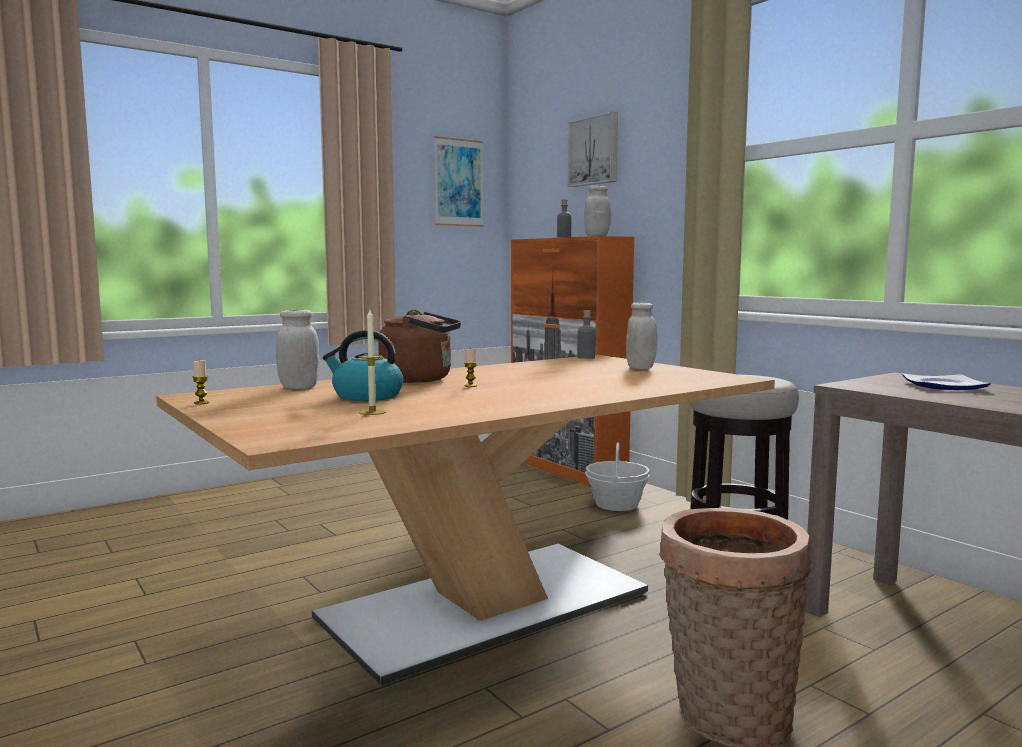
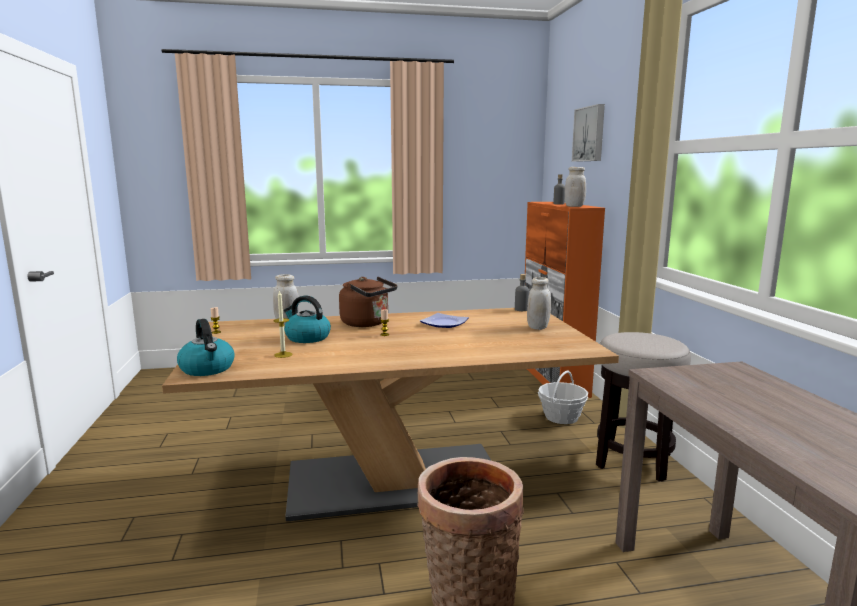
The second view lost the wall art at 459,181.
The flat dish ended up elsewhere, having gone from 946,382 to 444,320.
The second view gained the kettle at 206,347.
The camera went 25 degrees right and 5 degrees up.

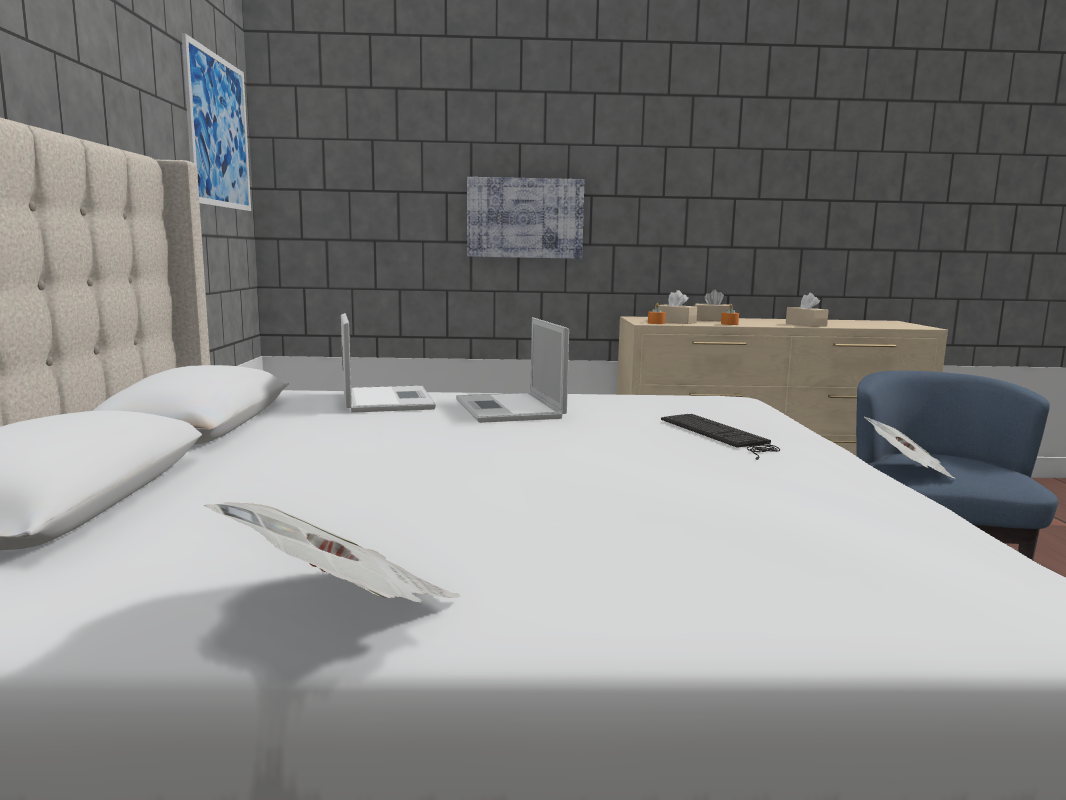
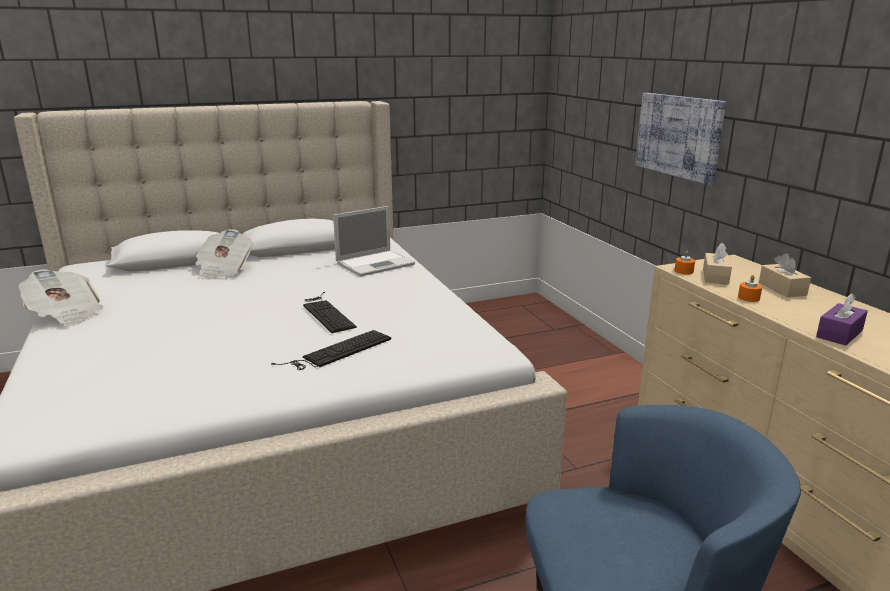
The second view lost the wall art at 216,122.
What was the beige-coloured tissue holder at 807,310 turned into the purple tissue holder at 842,319.
The second view lost the notebook computer at 512,370.
The printed paper ended up elsewhere, having gone from 909,447 to 224,254.
The second view gained the keyboard at 330,312.
The camera went 70 degrees right and 10 degrees up.

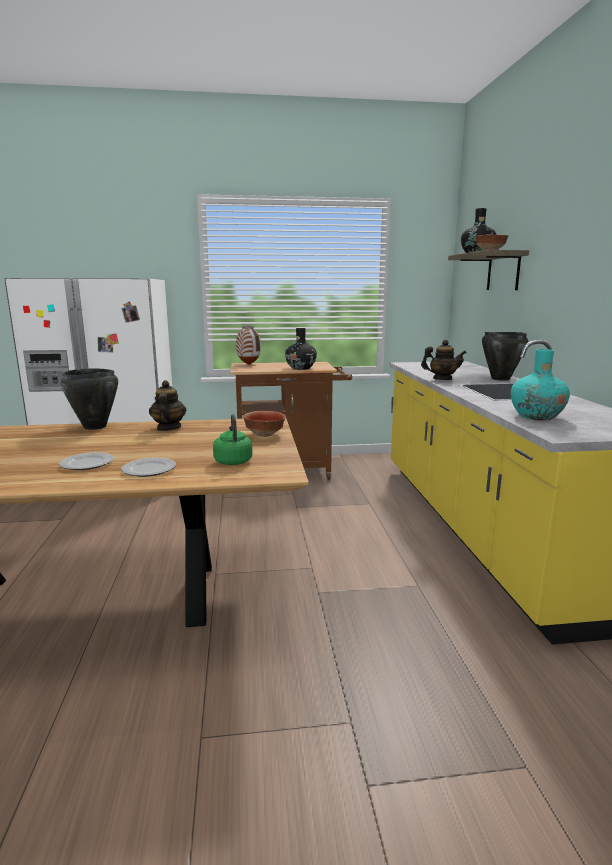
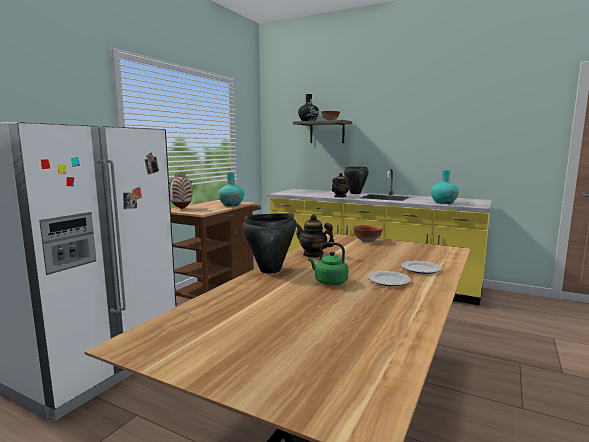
What was the black-coloured vase at 301,349 turned into the turquoise vase at 231,189.
The green-coloured kettle ended up elsewhere, having gone from 233,439 to 328,263.
The camera went 55 degrees left and 5 degrees down.

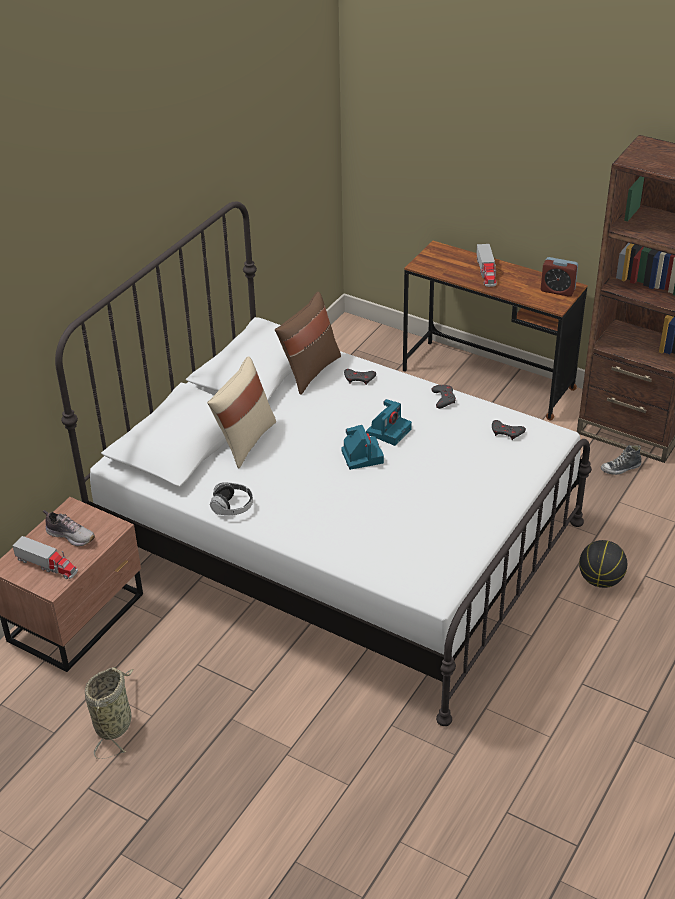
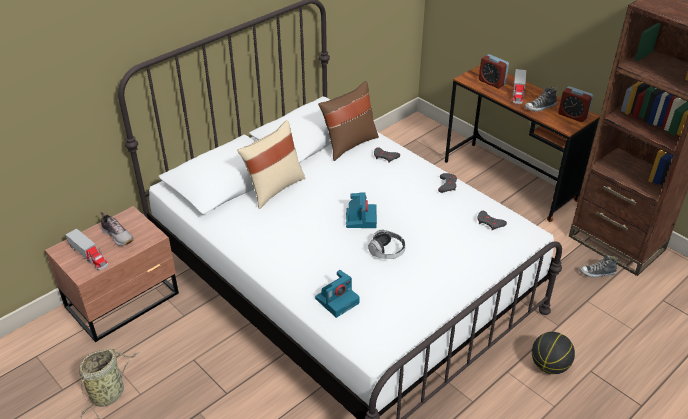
The still camera ended up elsewhere, having gone from 389,422 to 337,294.
The headphones ended up elsewhere, having gone from 231,498 to 386,244.
The second view gained the table clock at 494,71.
The second view gained the item of footwear at 541,99.
The camera went 15 degrees right and 0 degrees up.

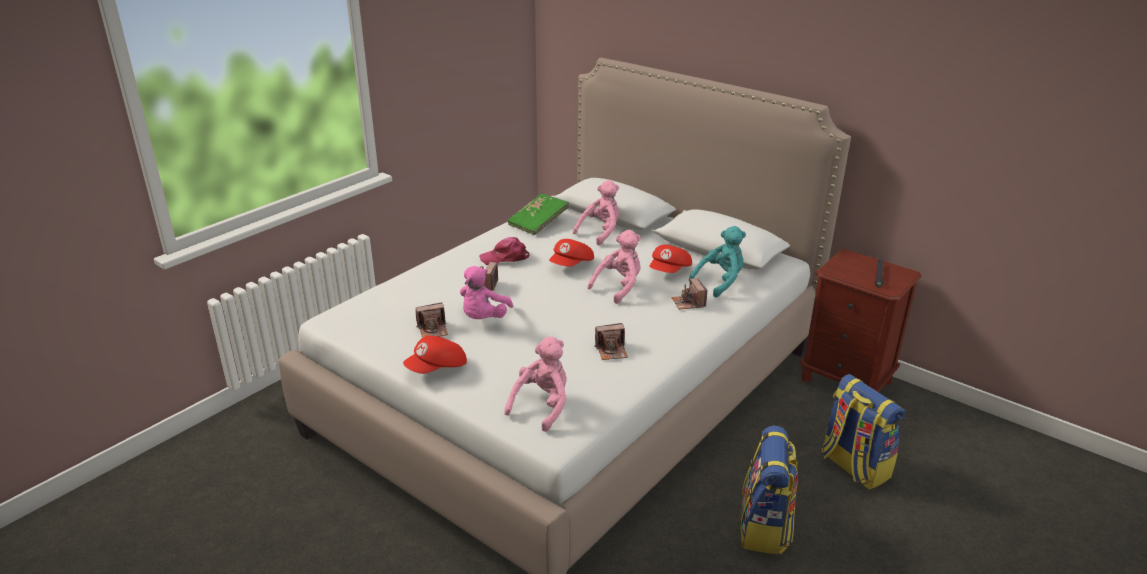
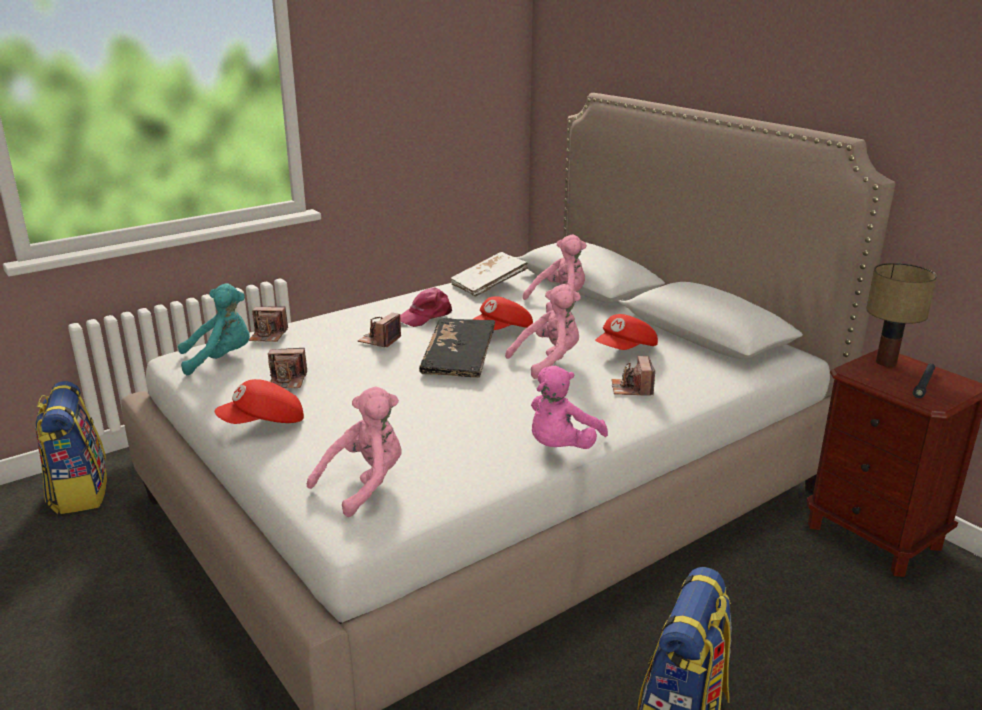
What was the green-coloured bound book at 538,214 turned into the white-coloured bound book at 489,274.
The turquoise plush toy ended up elsewhere, having gone from 717,262 to 214,329.
The pink peaked cap at 504,251 ended up facing another way, 45 degrees counterclockwise from before.
The pink plush toy ended up elsewhere, having gone from 486,292 to 569,407.
The still camera ended up elsewhere, having gone from 611,341 to 268,324.
The backpack ended up elsewhere, having gone from 863,432 to 71,447.
The second view gained the lamp for a table at 901,315.
The second view gained the black-coloured bound book at 457,348.
The camera went 15 degrees right and 5 degrees down.

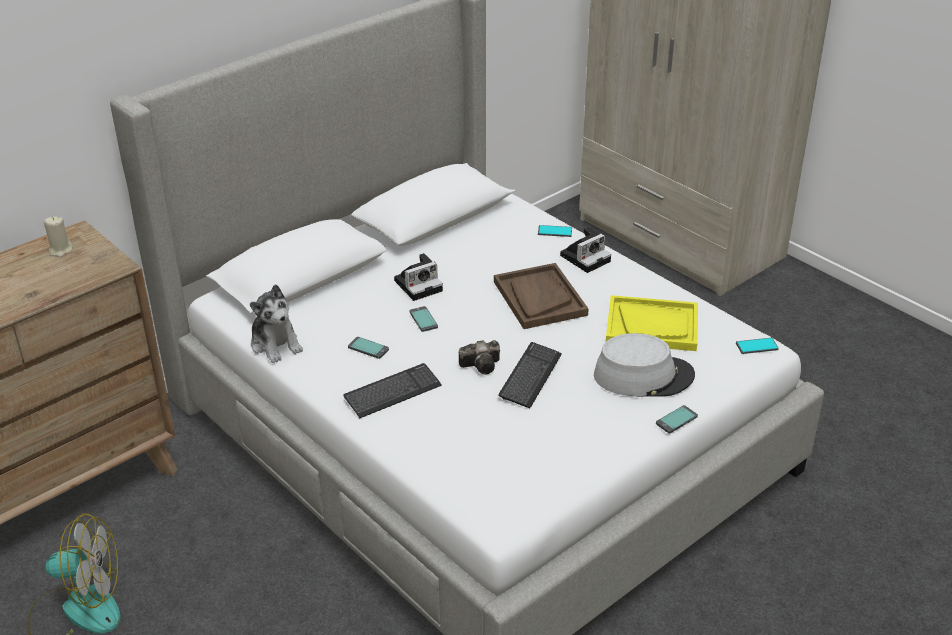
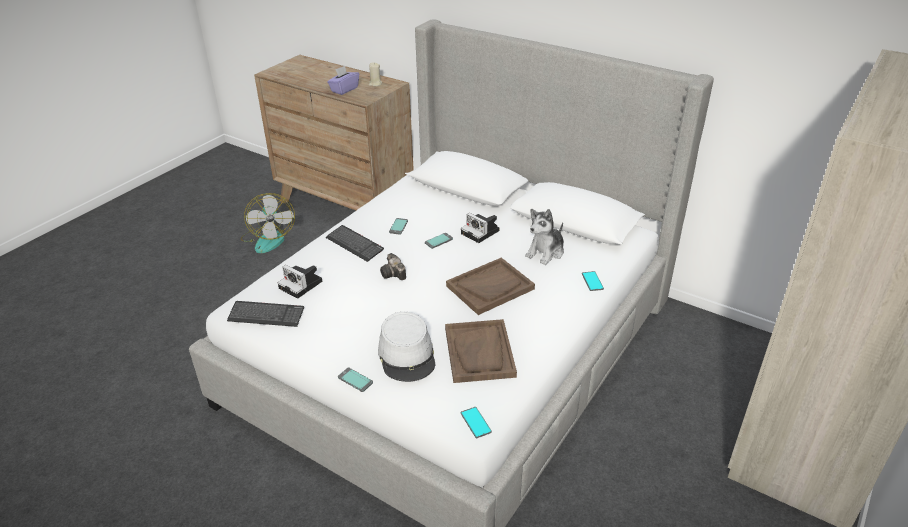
The still camera ended up elsewhere, having gone from 585,250 to 300,282.
The plush toy ended up elsewhere, having gone from 276,323 to 544,237.
What was the yellow-coloured carrying tray at 652,323 turned into the brown-coloured carrying tray at 481,351.
The keyboard ended up elsewhere, having gone from 530,375 to 265,314.
The second view gained the purple tissue holder at 343,80.
The camera went 75 degrees right and 0 degrees up.

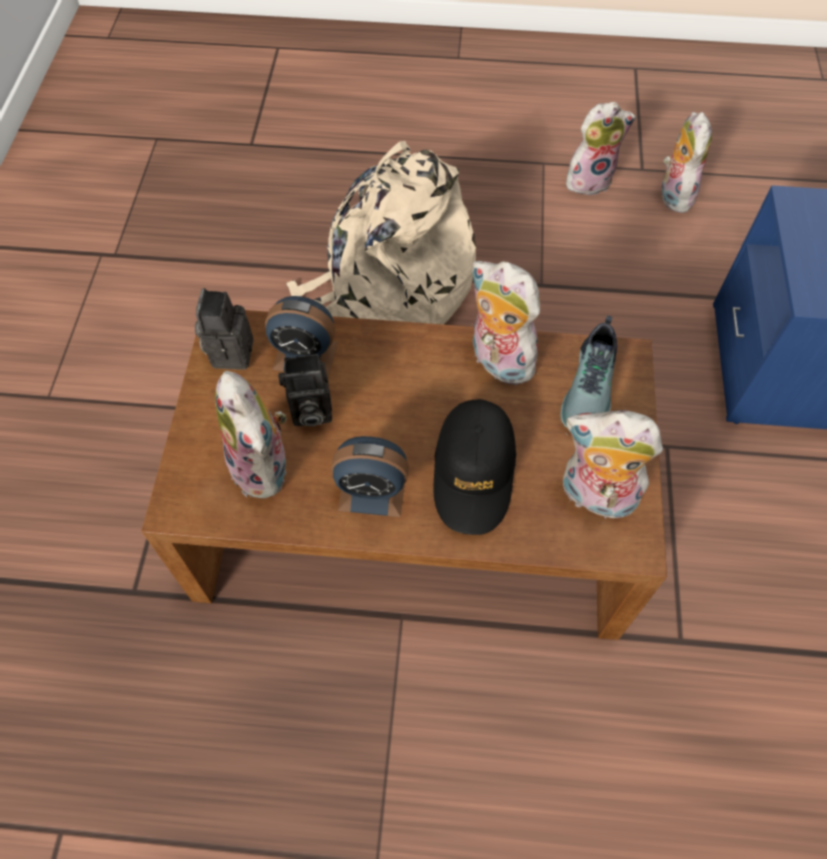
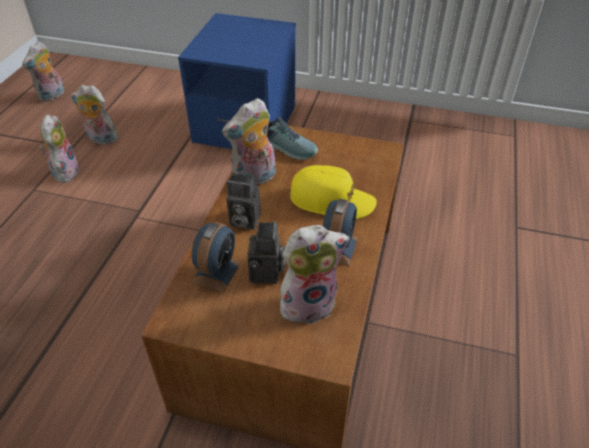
The second view lost the beige-coloured backpack at 381,233.
The still camera ended up elsewhere, having gone from 224,329 to 243,201.
What was the black-coloured peaked cap at 474,467 turned into the yellow-coloured peaked cap at 333,192.
The plush toy ended up elsewhere, having gone from 613,464 to 43,72.
The camera went 80 degrees left and 15 degrees down.

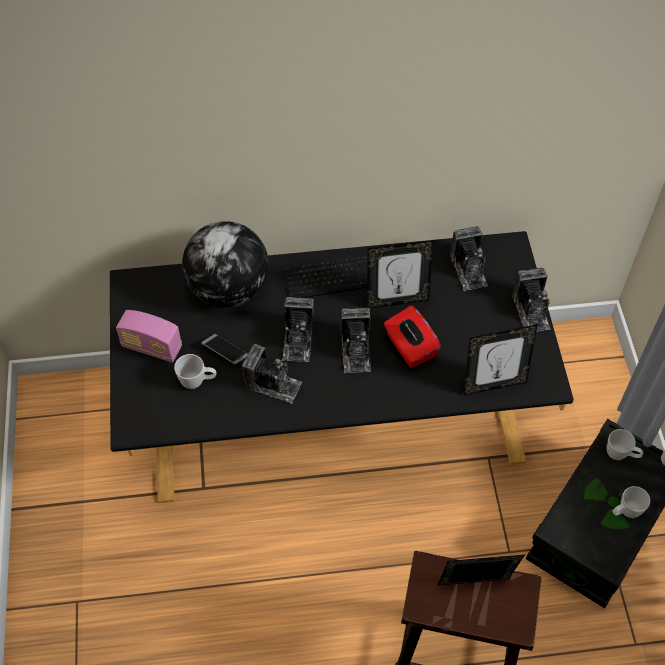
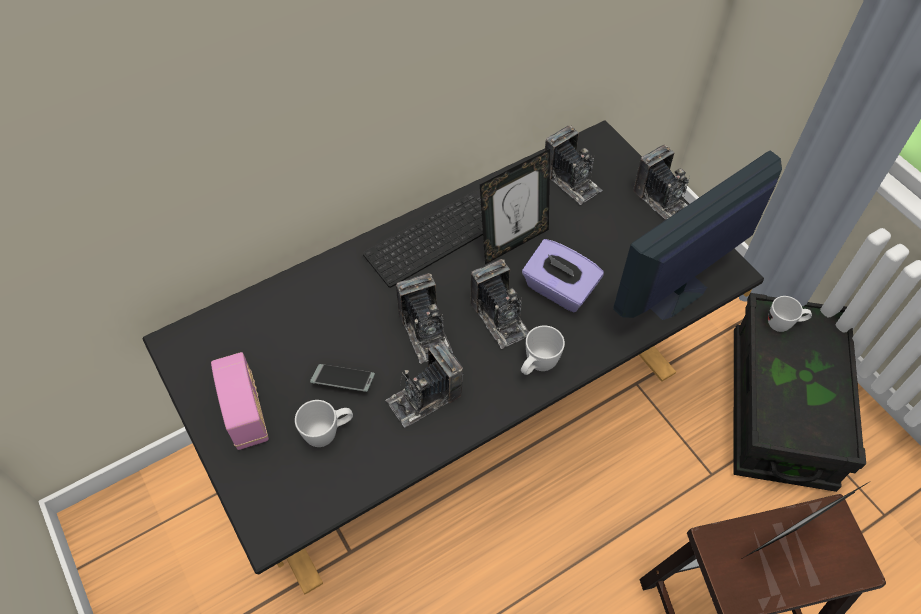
The second view lost the globe at 225,264.
What was the reddish tissue holder at 412,337 turned into the purple tissue holder at 563,275.
The radio at 149,336 ended up facing another way, 105 degrees counterclockwise from before.
Where the picture frame stood at 500,360, the monitor came to stand at 697,235.
The still camera at 272,374 ended up facing another way, 150 degrees clockwise from before.
The white-coloured coffee mug ended up elsewhere, having gone from 631,502 to 543,350.
The camera went 25 degrees left and 0 degrees up.

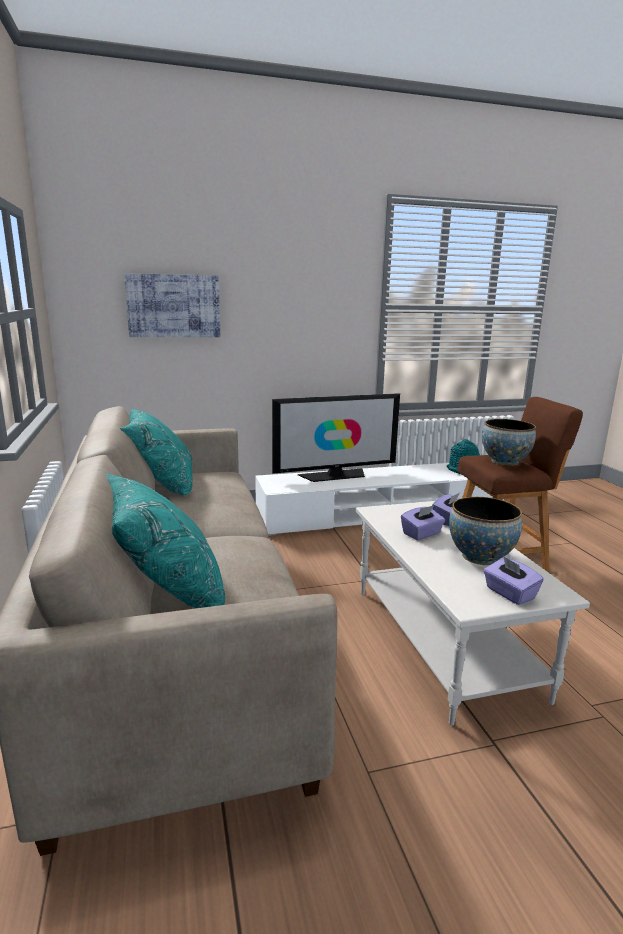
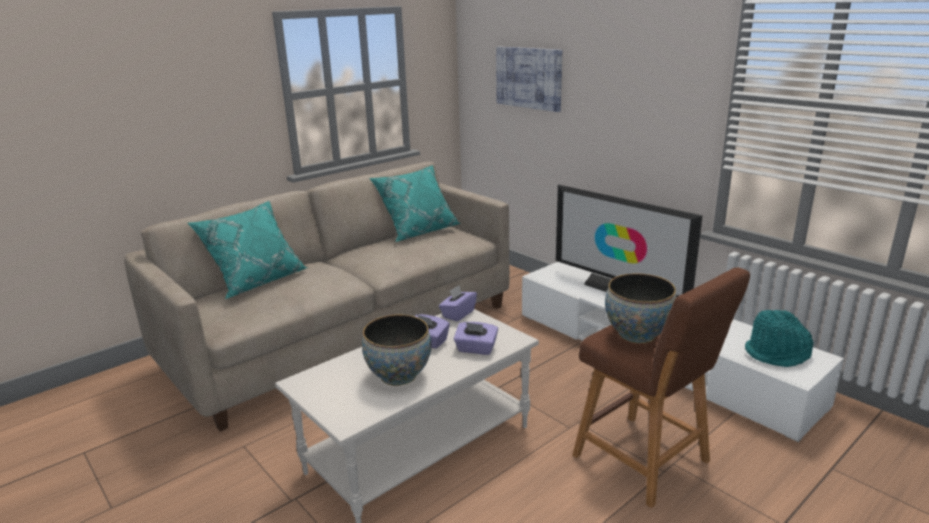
The purple tissue holder ended up elsewhere, having gone from 514,580 to 458,303.
The camera went 65 degrees right and 5 degrees up.

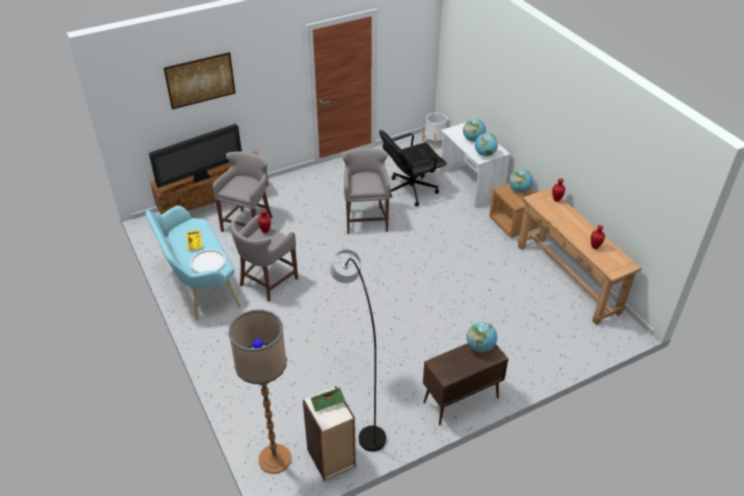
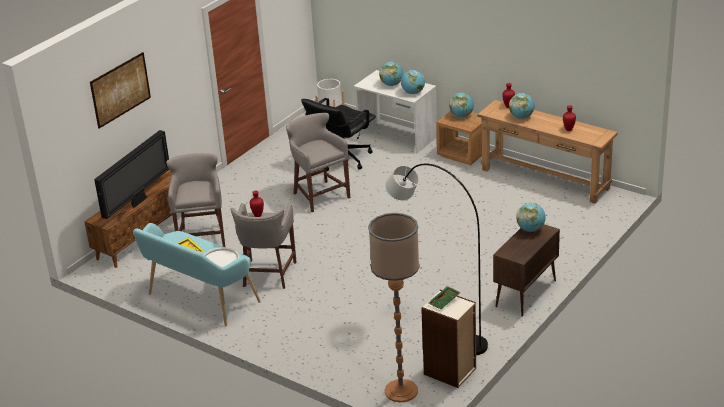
The second view gained the globe at 522,106.
The camera went 25 degrees left and 10 degrees down.

